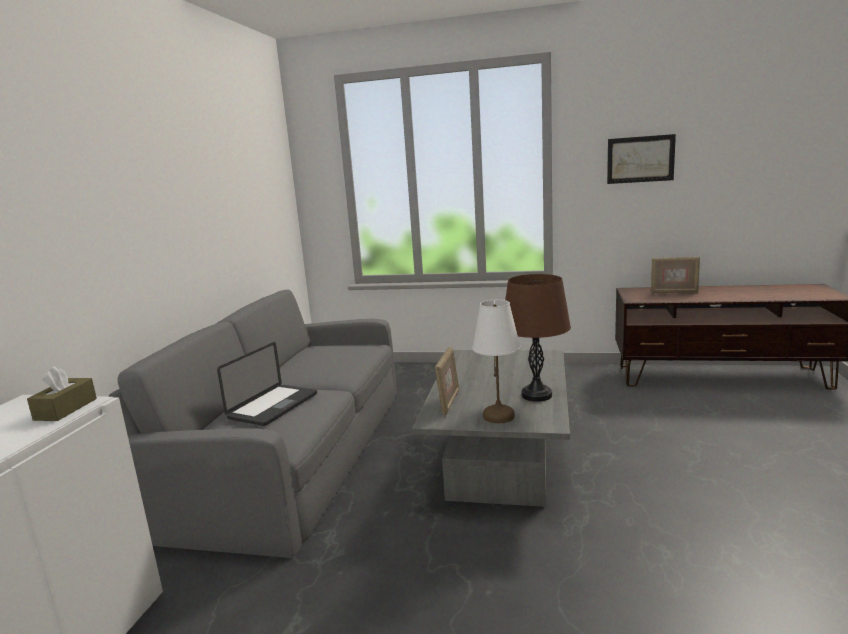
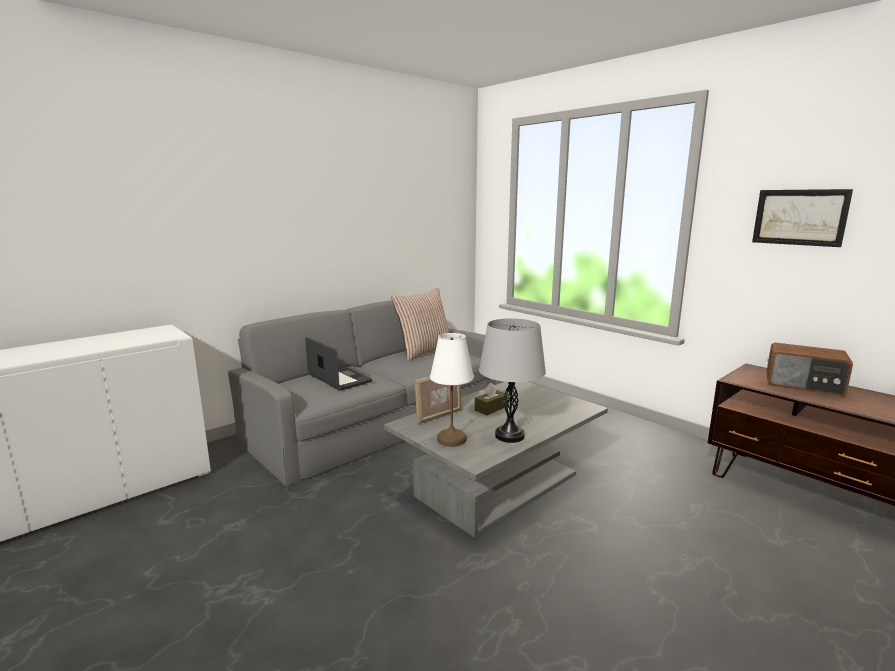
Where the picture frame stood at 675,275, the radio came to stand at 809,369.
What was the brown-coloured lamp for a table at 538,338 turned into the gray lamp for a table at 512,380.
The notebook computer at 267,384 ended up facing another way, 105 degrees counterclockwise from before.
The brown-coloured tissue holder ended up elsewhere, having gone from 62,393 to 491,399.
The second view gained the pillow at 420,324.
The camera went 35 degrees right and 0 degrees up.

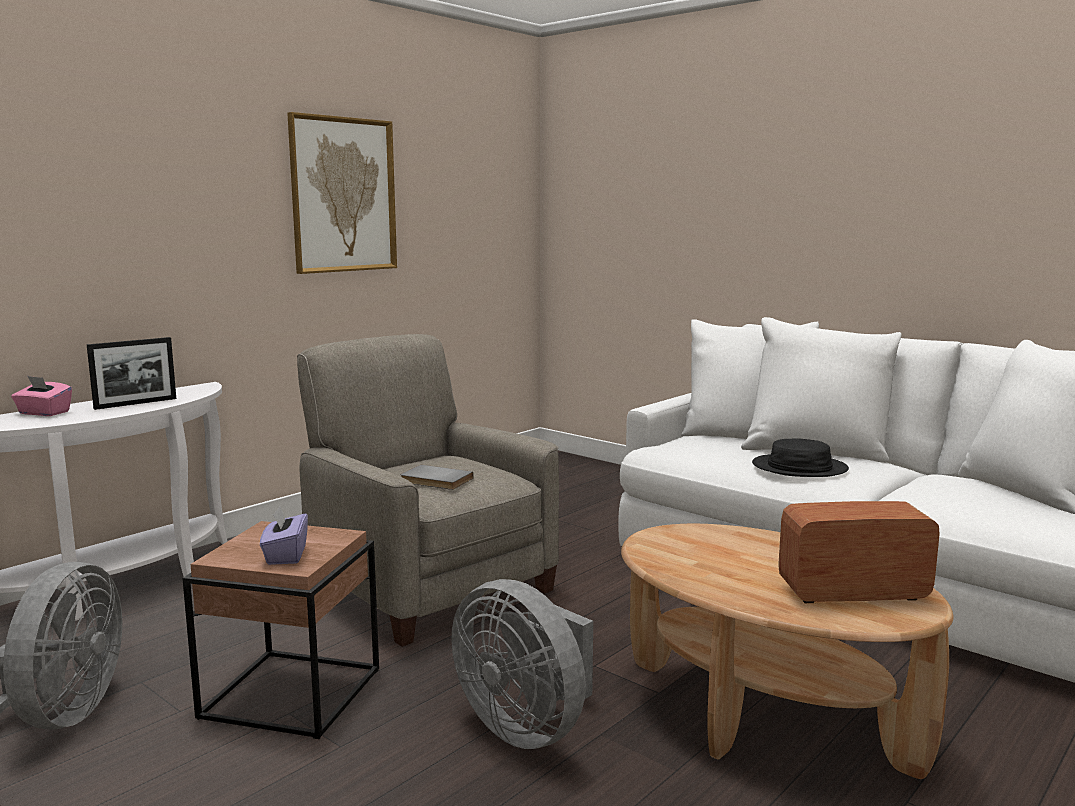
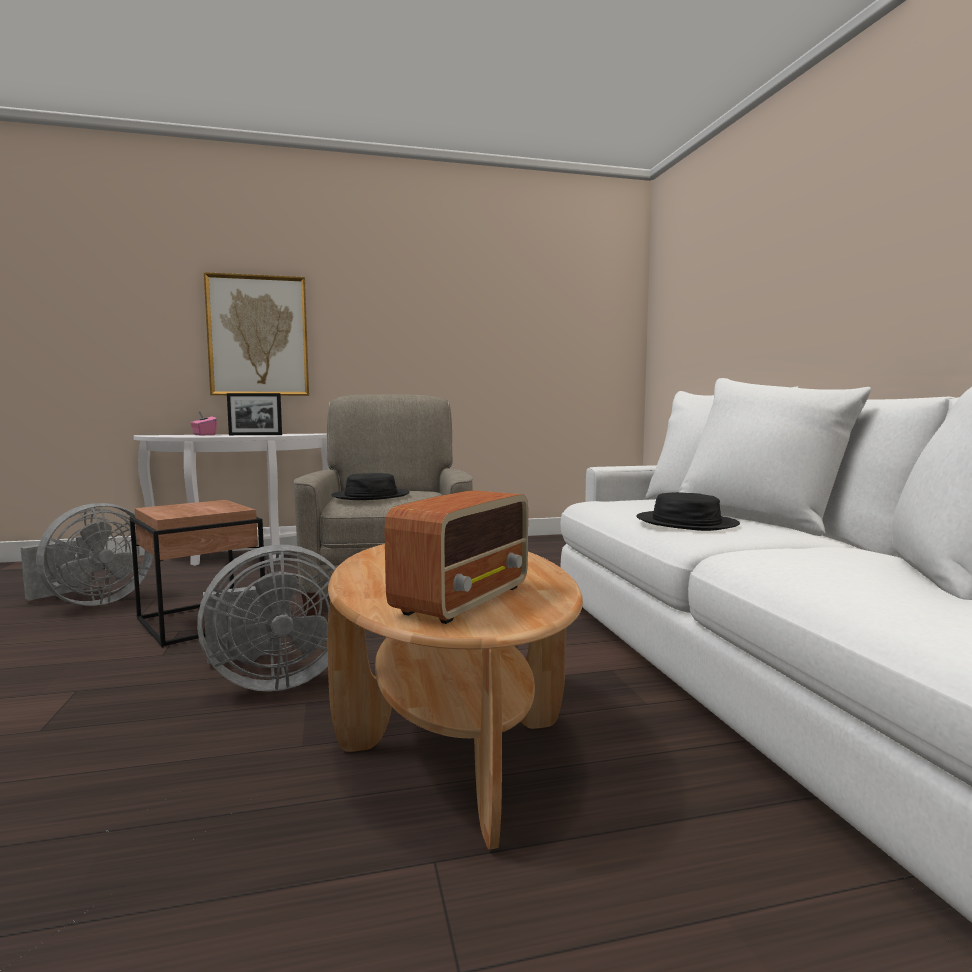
The wall art ended up elsewhere, having gone from 342,193 to 256,334.
Where the gray bound book stood at 437,477, the black-coloured hat came to stand at 370,486.
The radio at 859,552 ended up facing another way, 90 degrees clockwise from before.
The second view lost the purple tissue holder at 284,535.
The gray cooling fan at 522,664 ended up facing another way, 105 degrees counterclockwise from before.
The camera went 35 degrees right and 5 degrees down.

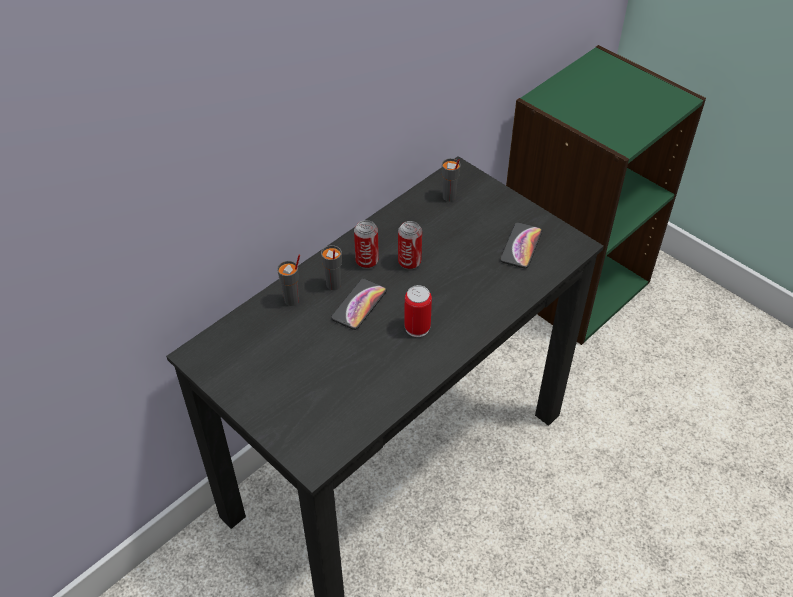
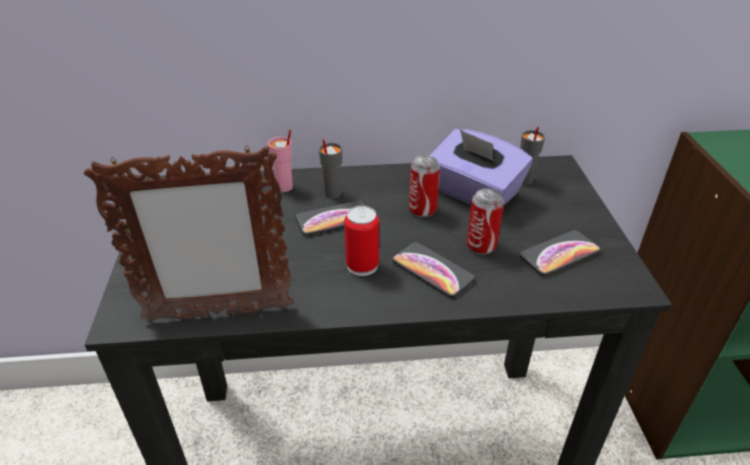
The metal can ended up elsewhere, having gone from 366,244 to 485,222.
What was the gray small cup at 288,280 turned into the pink small cup at 280,161.
The second view gained the purple tissue holder at 481,167.
The second view gained the picture frame at 189,234.
The second view gained the phone at 434,270.
The camera went 40 degrees right and 10 degrees down.

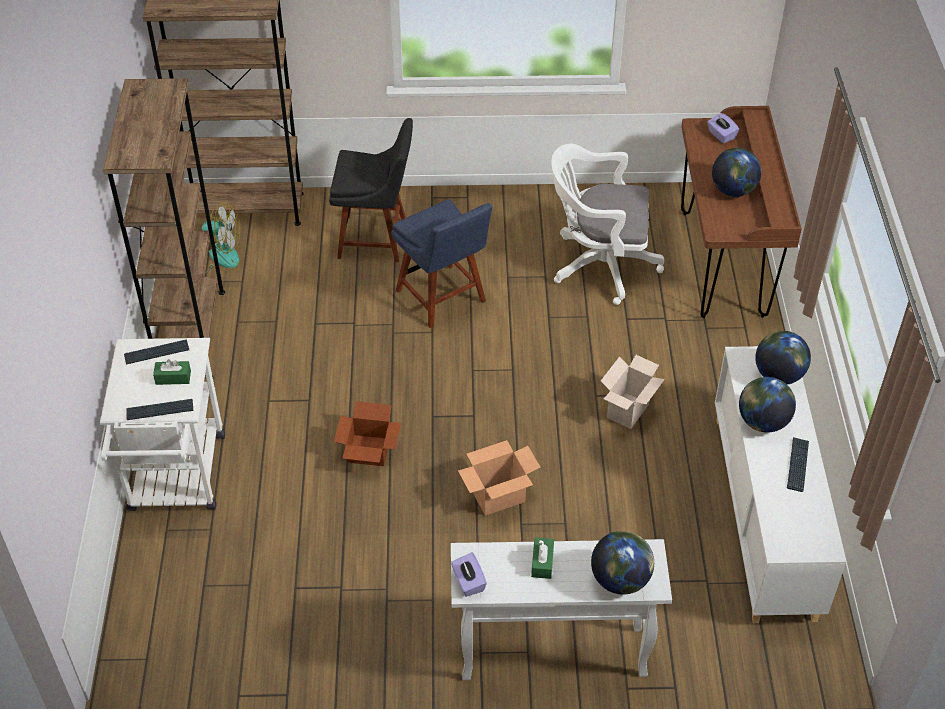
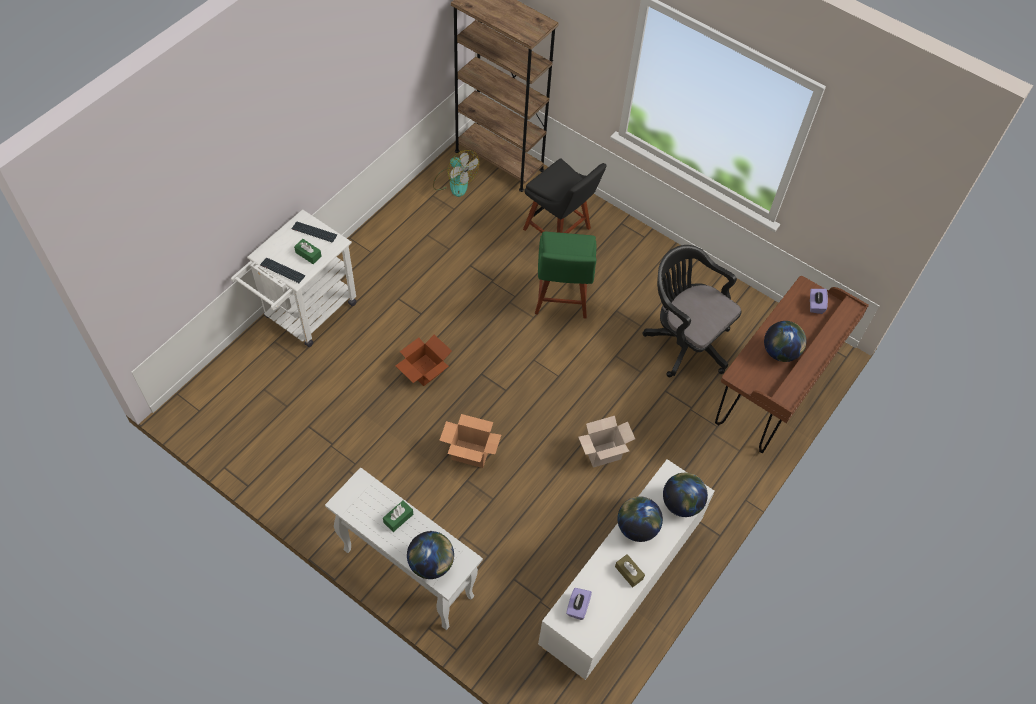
The second view lost the brown-coloured bookcase at 164,228.
What was the white-coloured office chair at 607,224 turned into the black-coloured office chair at 692,311.
What was the blue-coloured upright chair at 441,263 turned into the green-coloured upright chair at 565,275.
Where the keyboard stood at 798,464, the brown-coloured tissue holder came to stand at 630,570.
The purple tissue holder ended up elsewhere, having gone from 469,574 to 579,604.
The camera went 35 degrees right and 10 degrees up.

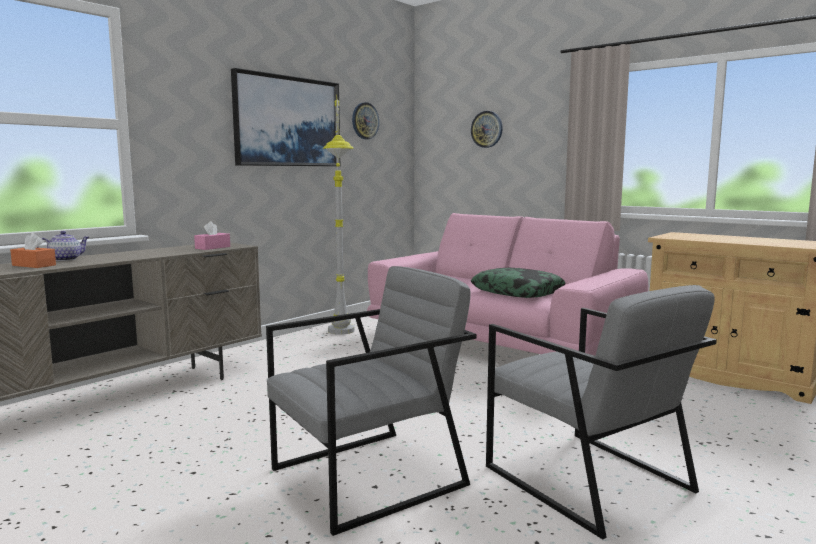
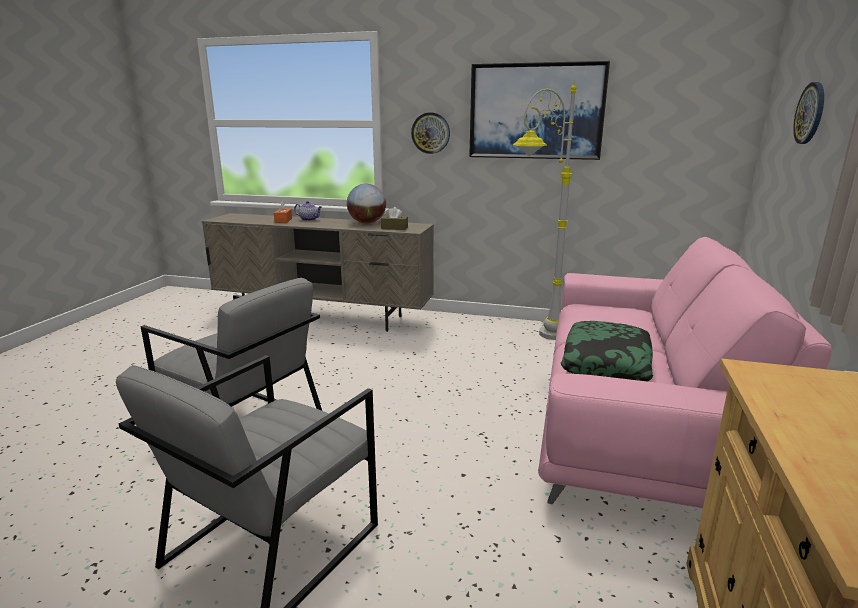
The hanging clock ended up elsewhere, having gone from 365,120 to 430,133.
What was the pink tissue holder at 212,235 turned into the brown-coloured tissue holder at 394,218.
The second view gained the globe at 366,203.
The camera went 65 degrees right and 10 degrees up.

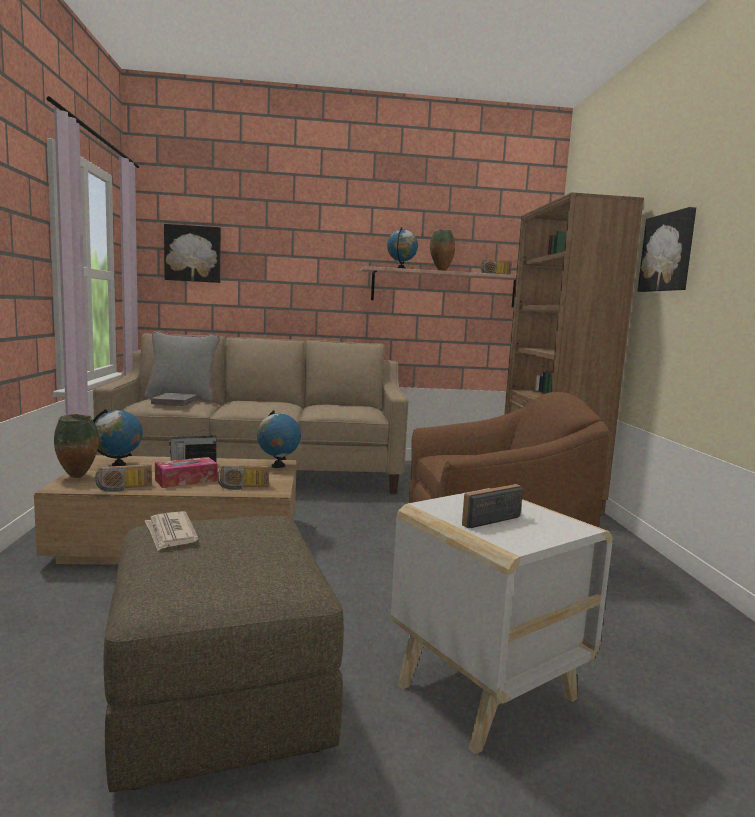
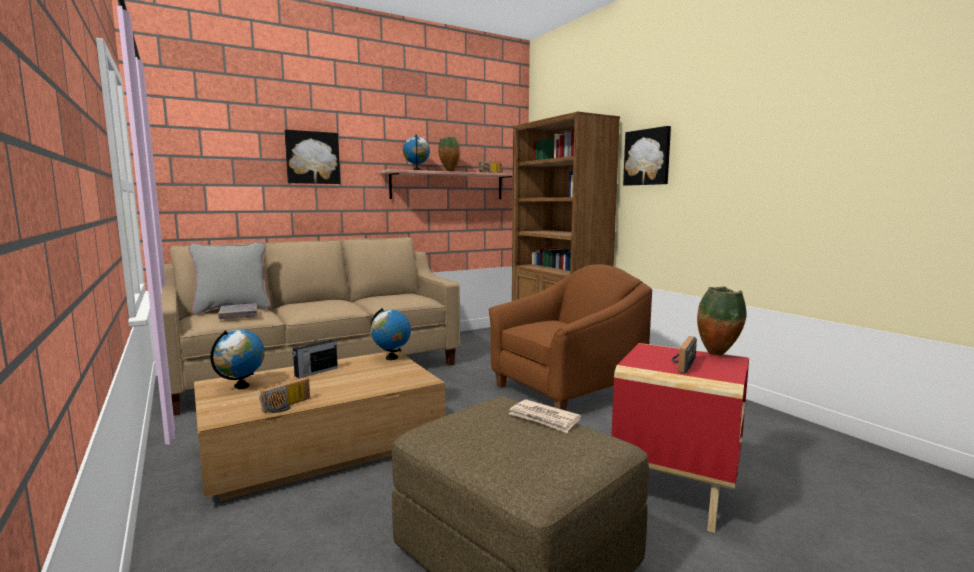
The wall art ended up elsewhere, having gone from 192,253 to 312,157.
The vase ended up elsewhere, having gone from 76,446 to 722,321.
The second view lost the tissue holder at 186,472.
The second view lost the radio at 243,477.
What was the white-coloured side table at 502,621 turned into the reddish side table at 680,438.
The printed paper ended up elsewhere, having gone from 171,531 to 545,416.
The camera went 25 degrees left and 0 degrees up.

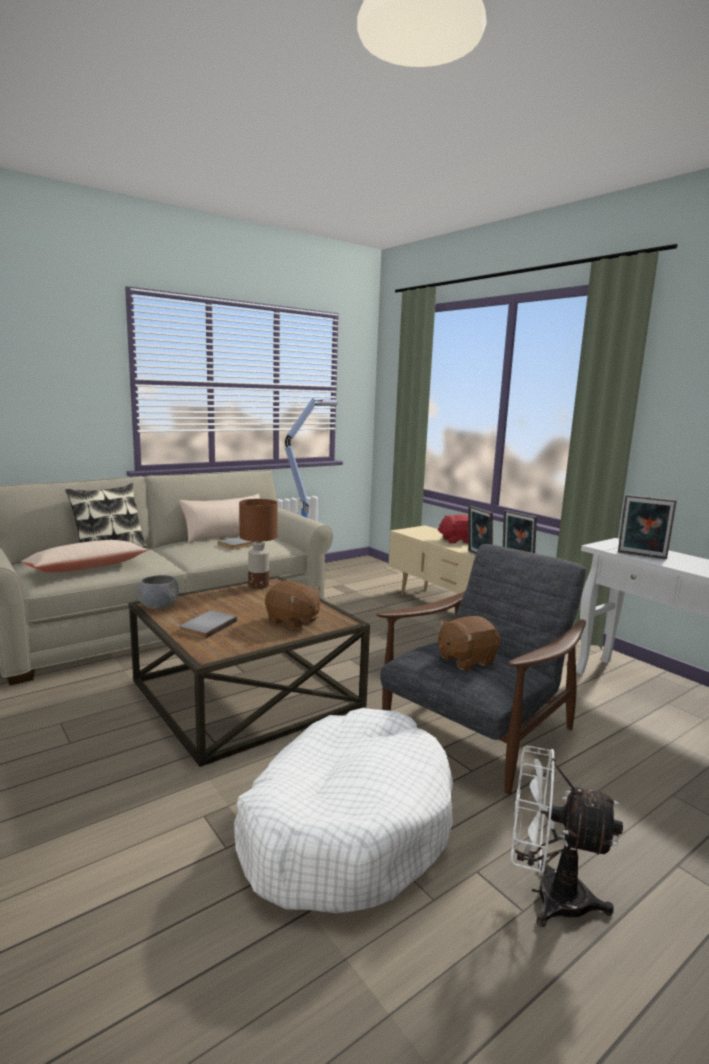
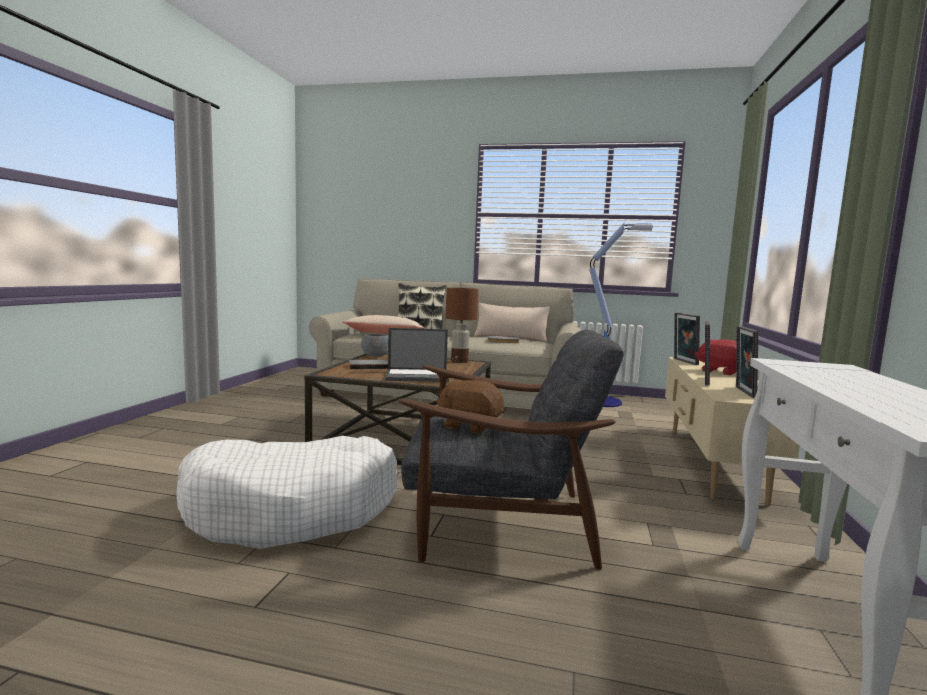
The picture frame ended up elsewhere, having gone from 647,527 to 687,339.
Where the brown-coloured plush toy stood at 292,605, the notebook computer came to stand at 417,355.
The second view lost the white-coloured cooling fan at 567,836.
The camera went 50 degrees right and 5 degrees down.

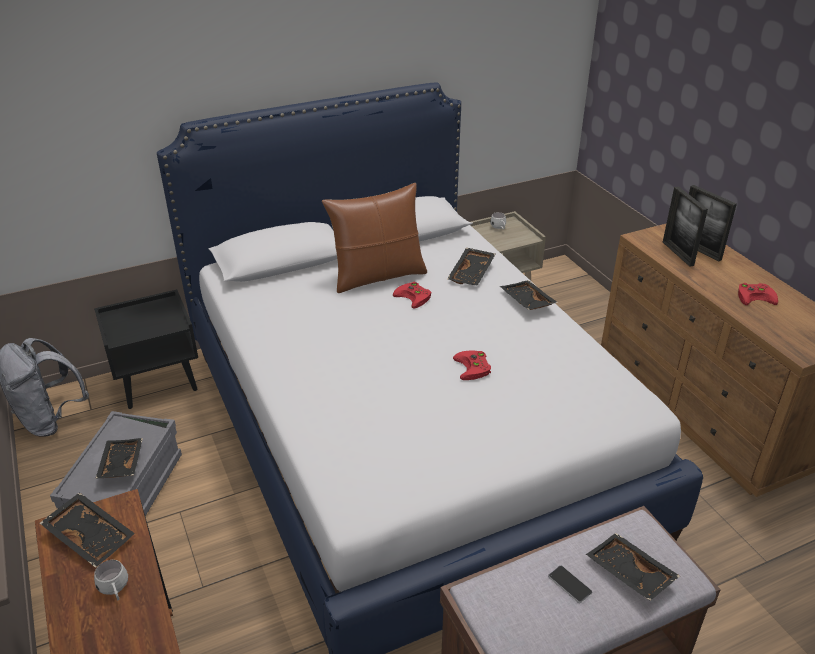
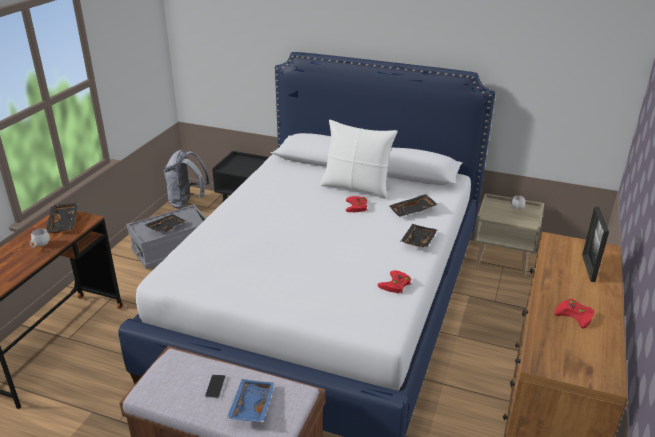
What was the brown-coloured pillow at 374,238 turned into the white-coloured pillow at 359,159.
The second view lost the picture frame at 685,226.
The reddish game controller ended up elsewhere, having gone from 472,365 to 394,281.
What was the black-coloured carrying tray at 633,567 turned into the blue-coloured carrying tray at 251,400.
The camera went 45 degrees right and 5 degrees down.

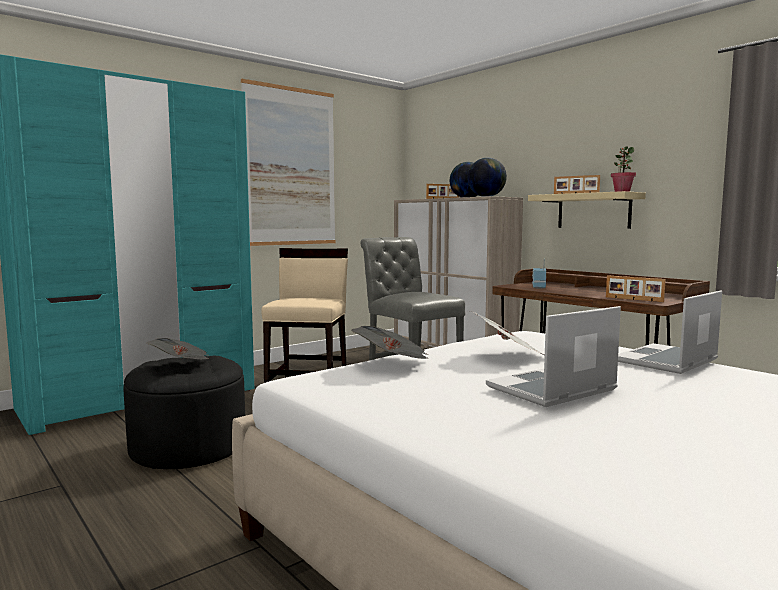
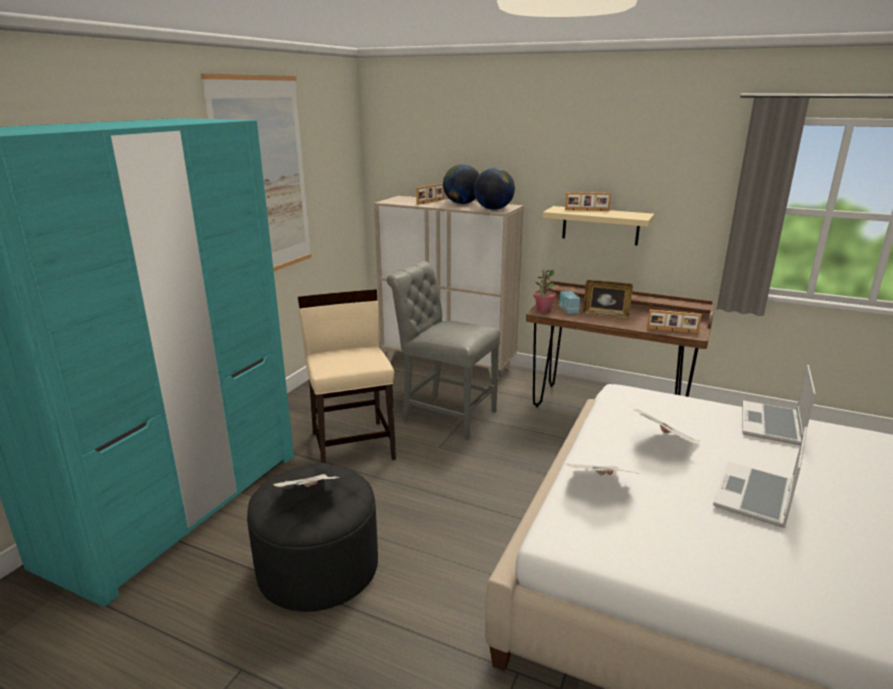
The potted plant ended up elsewhere, having gone from 623,169 to 545,291.
The second view gained the picture frame at 608,299.
The camera went 25 degrees left and 15 degrees up.

